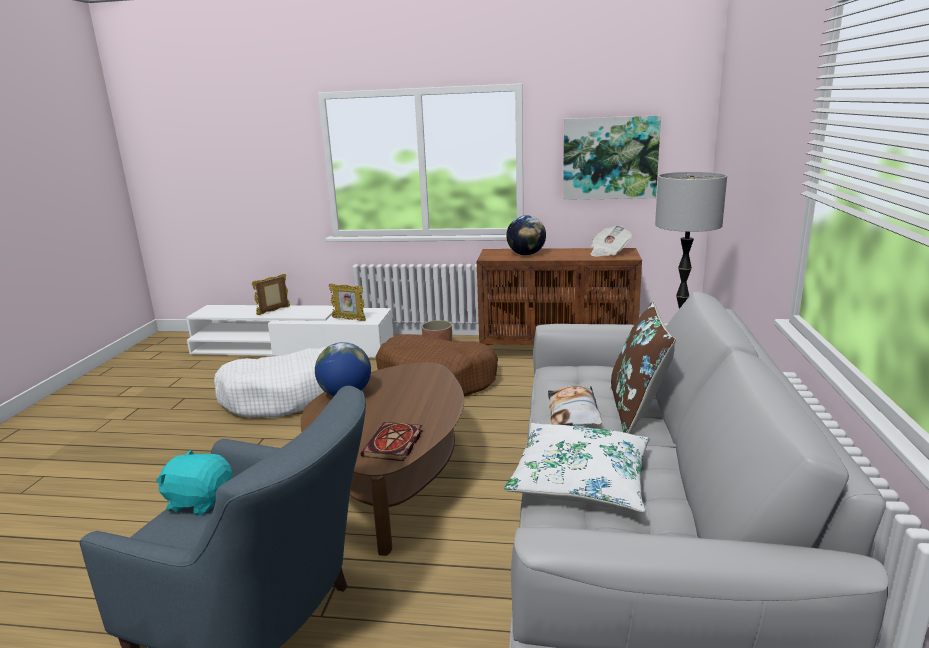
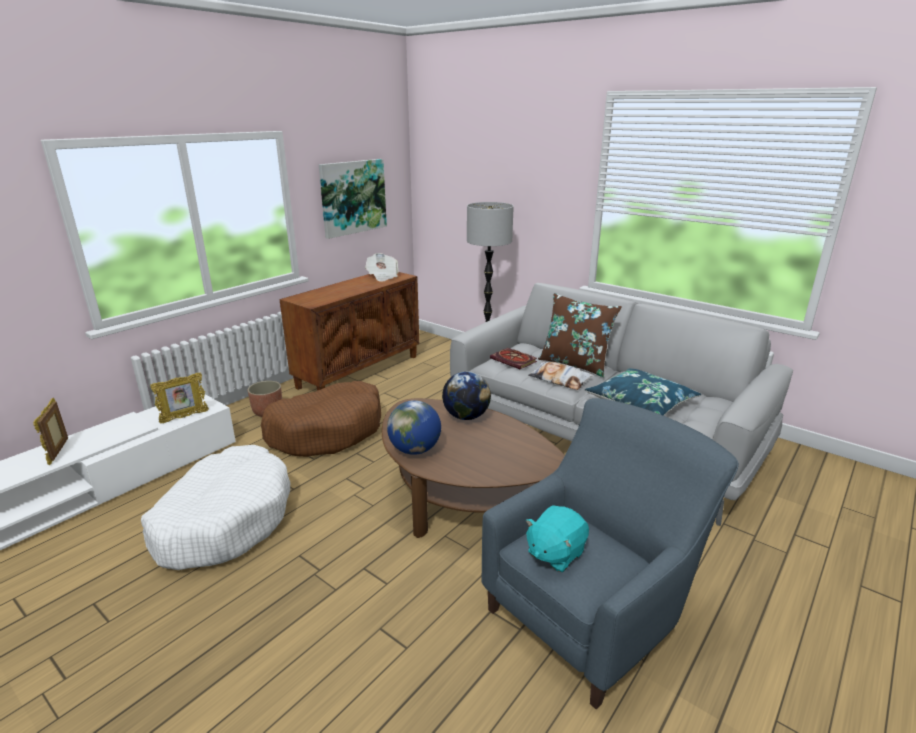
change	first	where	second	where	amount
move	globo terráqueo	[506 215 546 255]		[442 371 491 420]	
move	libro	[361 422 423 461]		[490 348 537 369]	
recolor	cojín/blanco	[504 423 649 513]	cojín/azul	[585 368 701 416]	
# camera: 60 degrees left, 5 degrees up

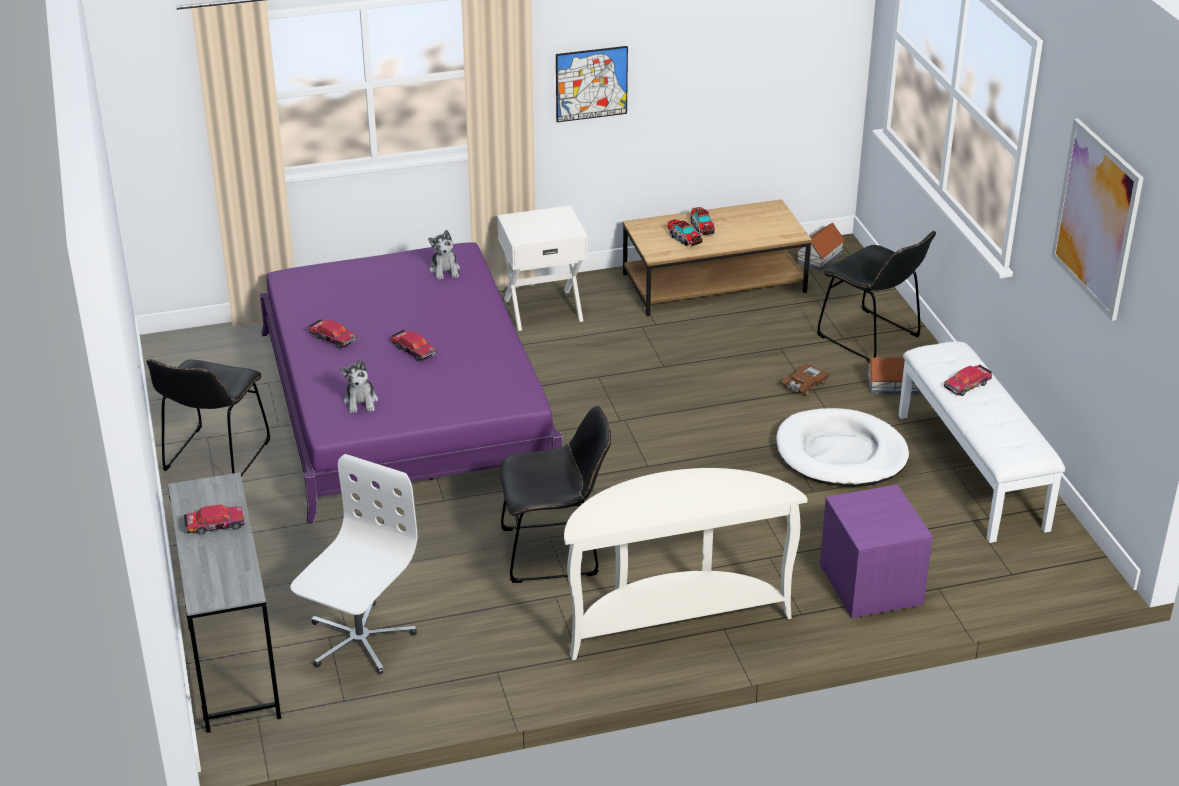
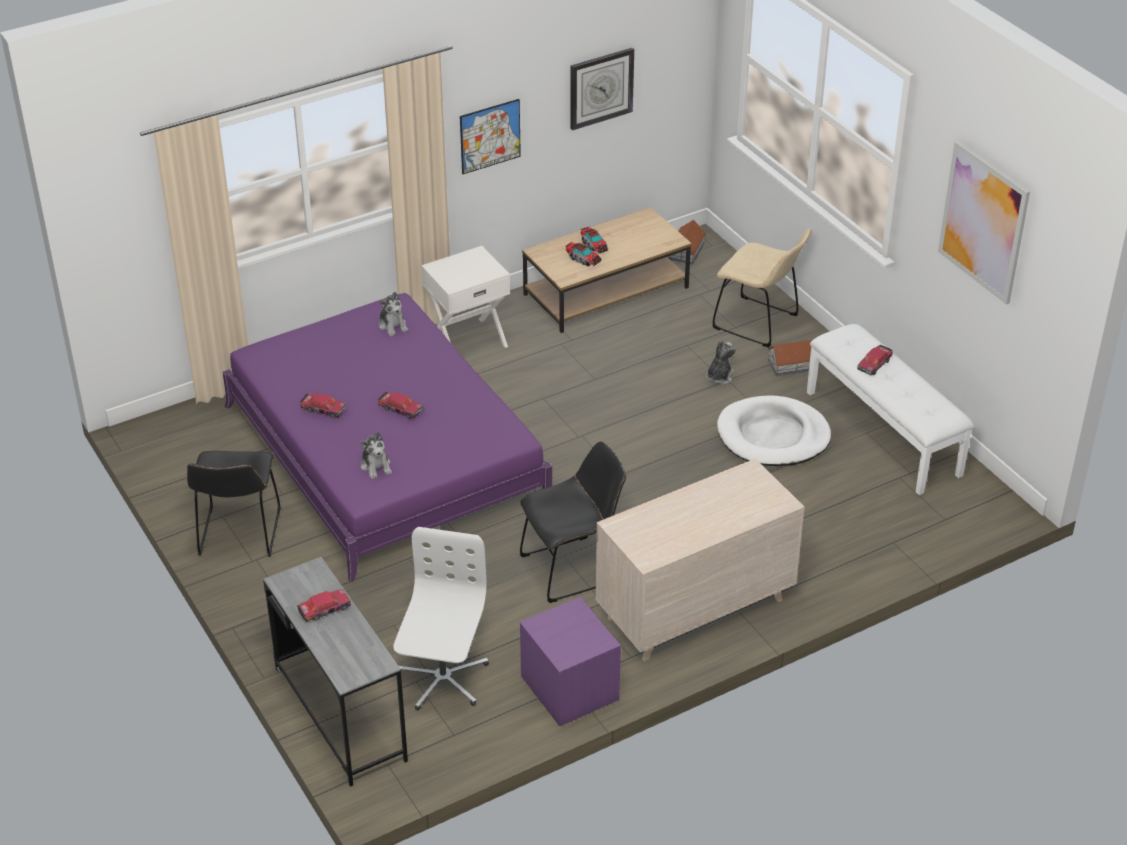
change	first	where	second	where	amount
move	mesita de noche/morado	[820 484 933 618]		[520 597 621 726]	
insert			reloj de pared	[570 48 634 130]	
replace	mesa consola/blanco	[564 468 808 660]	cómoda/beis	[596 458 805 661]	
replace	coche de juguete/marrón	[781 363 829 396]	peluche	[706 340 736 385]	
recolor	silla/negro	[817 231 936 362]	silla/beis	[712 228 812 347]	
# camera: 15 degrees left, 5 degrees up

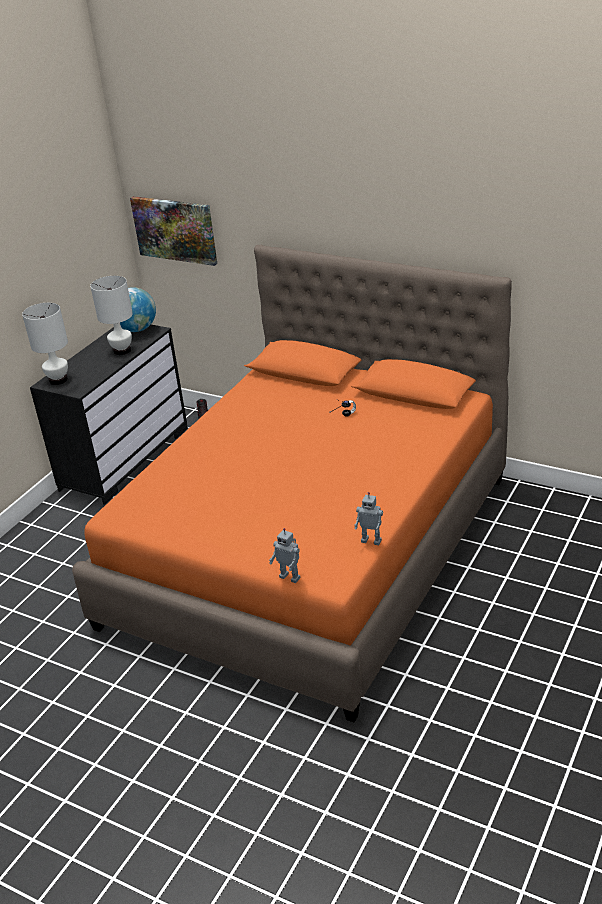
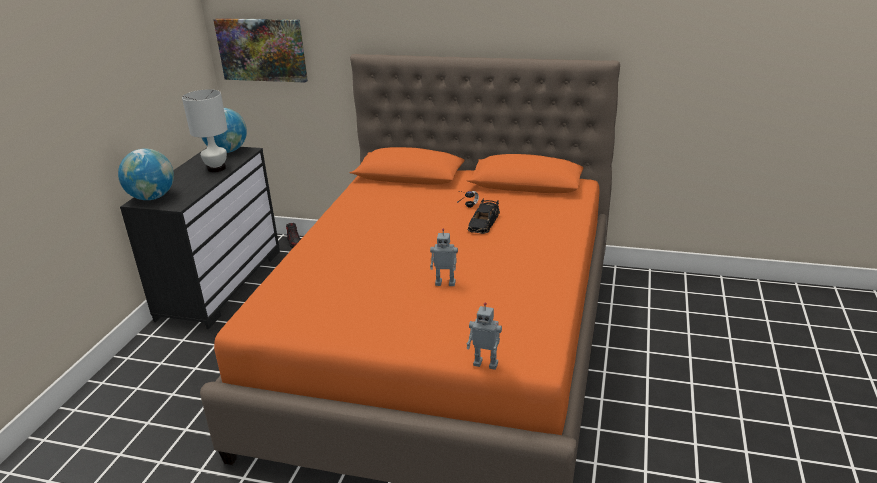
change	first	where	second	where	amount
replace	lámpara de mesa/blanco	[22 303 68 385]	globo terráqueo	[118 149 174 200]	
move	robot de juguete	[354 492 383 545]		[430 228 458 286]	
insert			coche de juguete/negro	[467 198 500 234]	
# camera: 15 degrees left, 5 degrees down

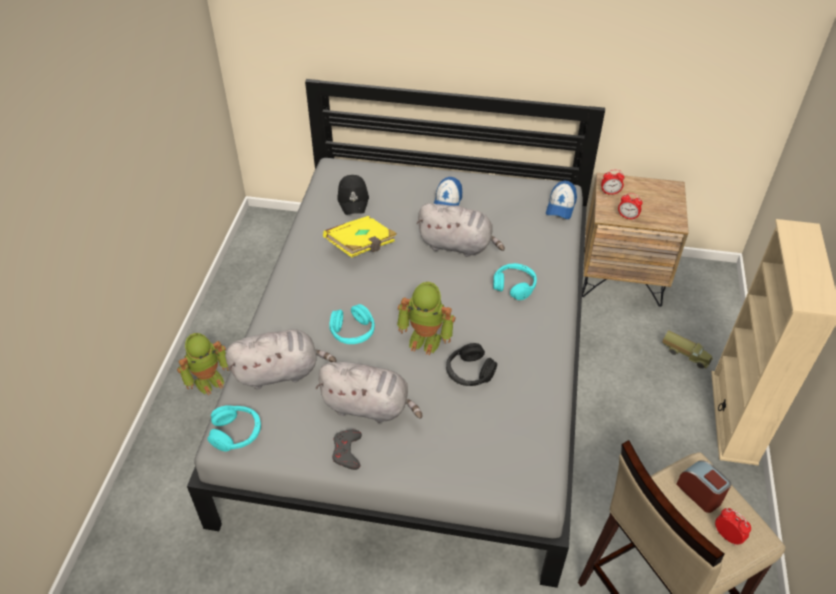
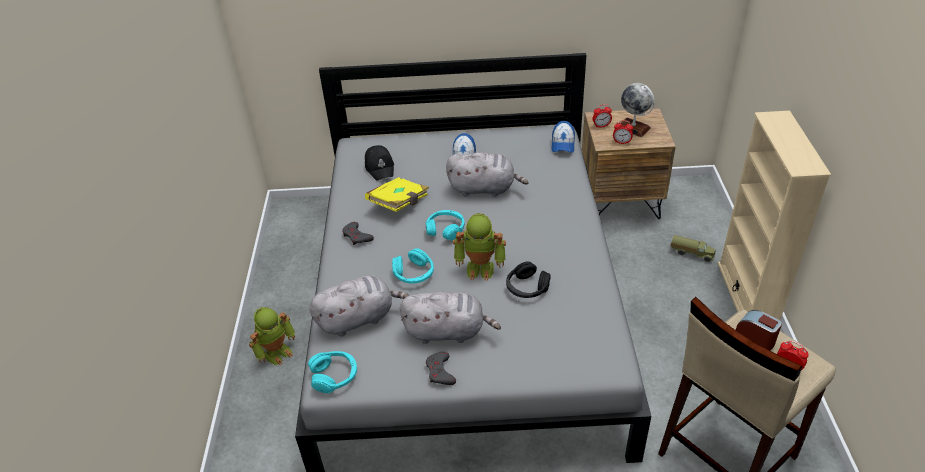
change	first	where	second	where	amount
insert			mando de consola/gris	[342 222 374 245]	
move	auriculares/turquesa	[493 263 537 300]		[426 210 464 240]	
insert			globo terráqueo	[621 83 655 137]	
# camera: 10 degrees left, 5 degrees down

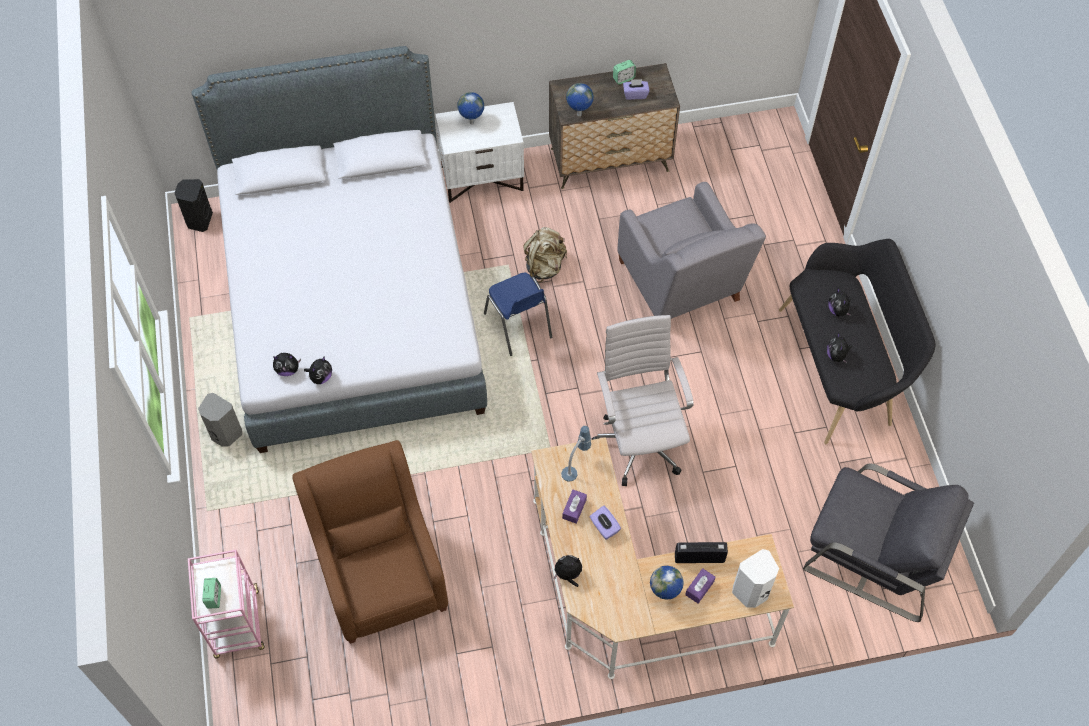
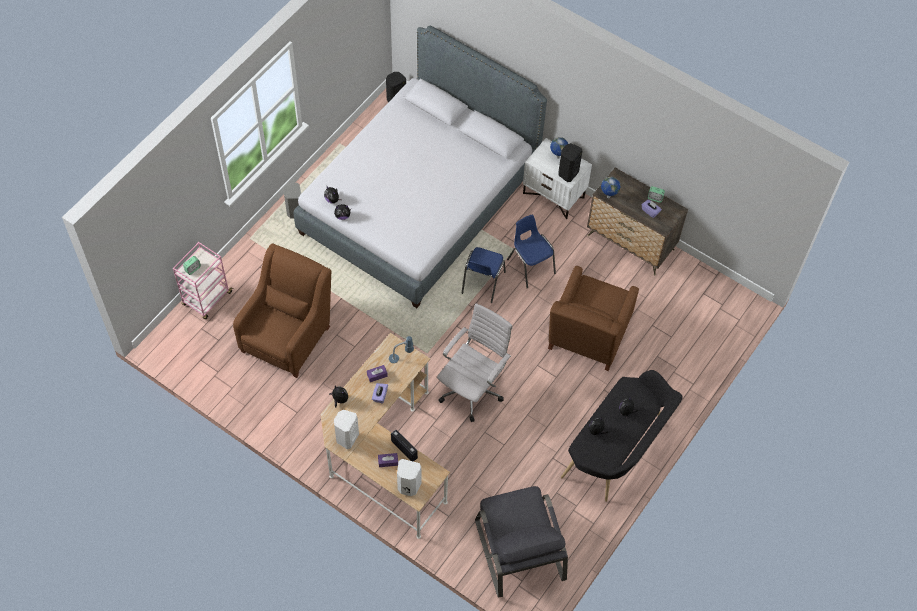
change	first	where	second	where	amount
insert			altavoz/blanco	[334 410 359 449]	
replace	mochila/beis	[523 227 567 282]	silla/azul	[507 215 556 288]	
recolor	sillón/gris	[617 182 766 319]	sillón/marrón	[548 266 639 371]	
insert			altavoz/negro	[559 143 582 182]	
delete	globo terráqueo	[650 566 684 600]			
# camera: 45 degrees right, 0 degrees up

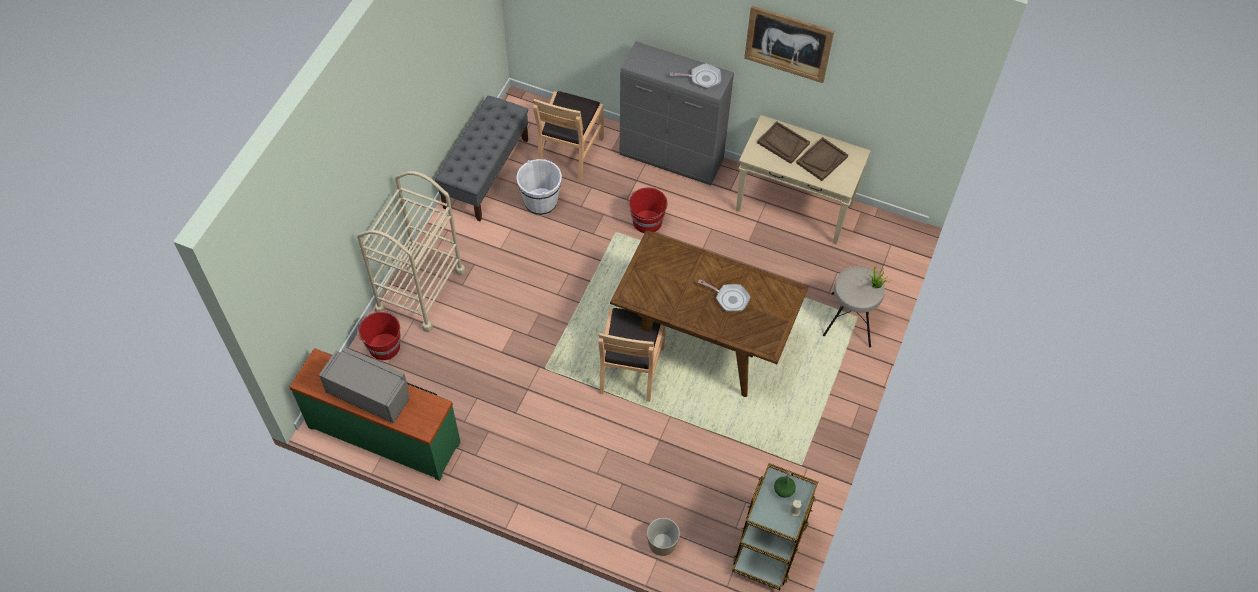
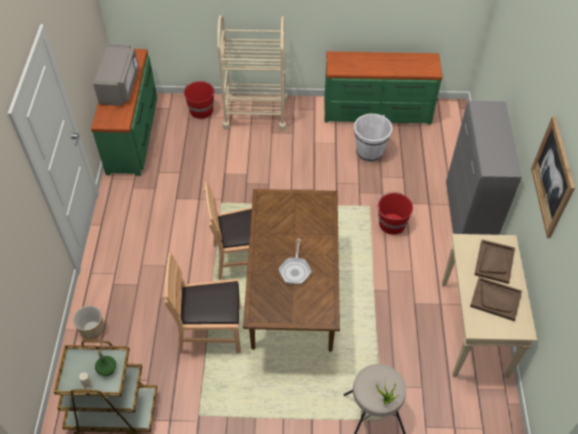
change	first	where	second	where	amount
move	silla/marrón	[533 91 604 181]		[165 252 241 353]	
replace	banco/gris	[435 96 528 221]	cómoda/verde	[324 51 442 124]	
delete	sartén	[670 63 721 89]			
# camera: 70 degrees right, 5 degrees down

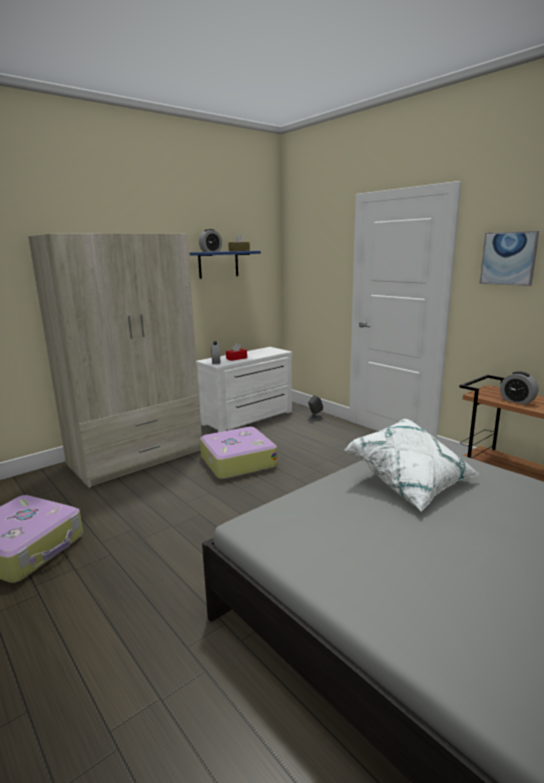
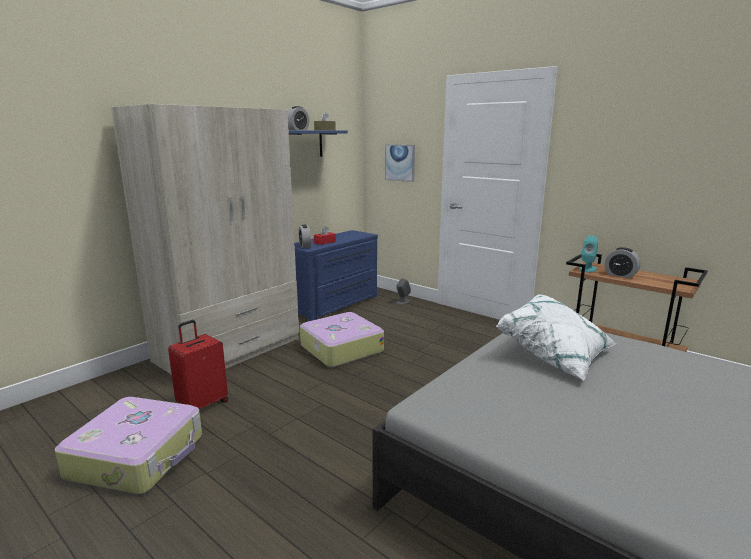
change	first	where	second	where	amount
insert			maleta/rojo	[168 320 228 412]	
recolor	cómoda/blanco	[196 347 292 432]	cómoda/azul	[294 230 378 321]	
move	cuadro	[480 231 539 286]		[385 144 415 182]	
insert			altavoz/turquesa	[579 236 598 272]	
# camera: 10 degrees left, 0 degrees up

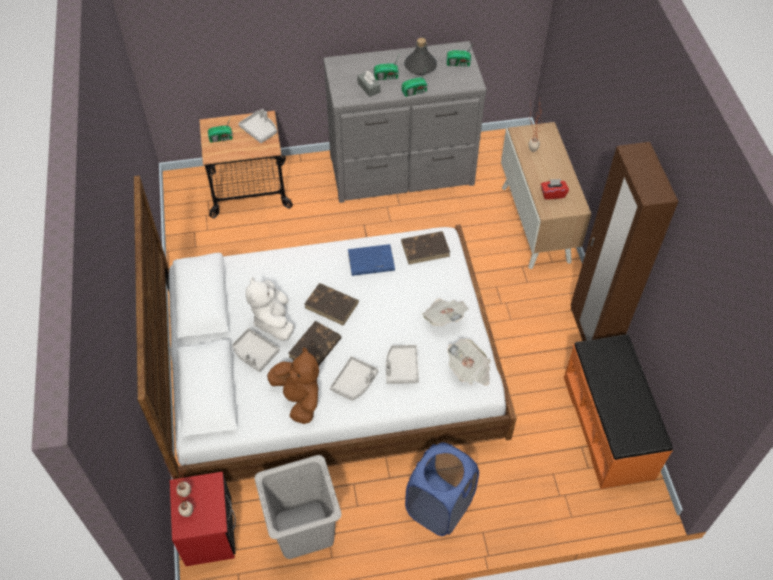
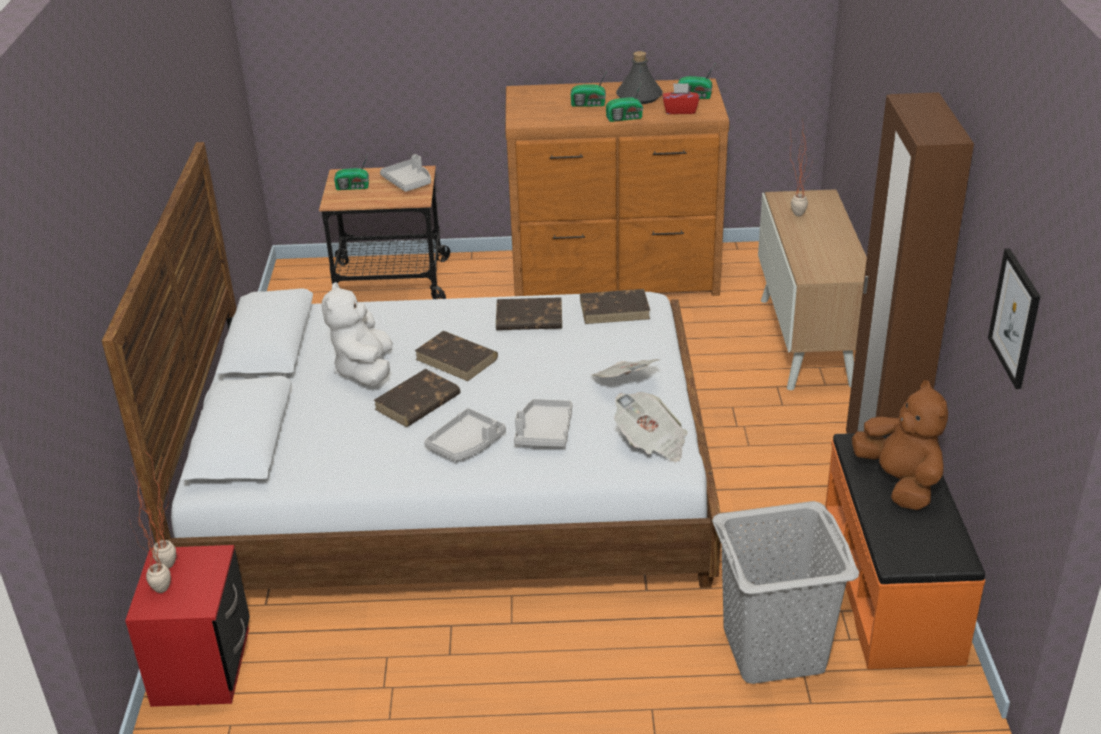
change	first	where	second	where	amount
recolor	libro/azul	[348 244 395 276]	libro/marrón	[496 297 562 330]	
recolor	cómoda/gris	[323 41 487 203]	cómoda/marrón	[505 78 730 296]	
move	caja de pañuelos/rojo	[541 179 569 200]		[663 83 700 114]	
move	cesto de la ropa/gris	[254 455 342 559]		[712 501 859 684]	
move	peluche/marrón	[267 347 319 424]		[852 380 948 510]	
insert			cuadro	[988 248 1040 389]	
delete	bandeja/gris	[232 328 280 372]			
delete	caja de pañuelos/gris	[357 71 380 97]			
delete	cesto de la ropa/azul	[405 442 479 536]			
# camera: 10 degrees right, 20 degrees down

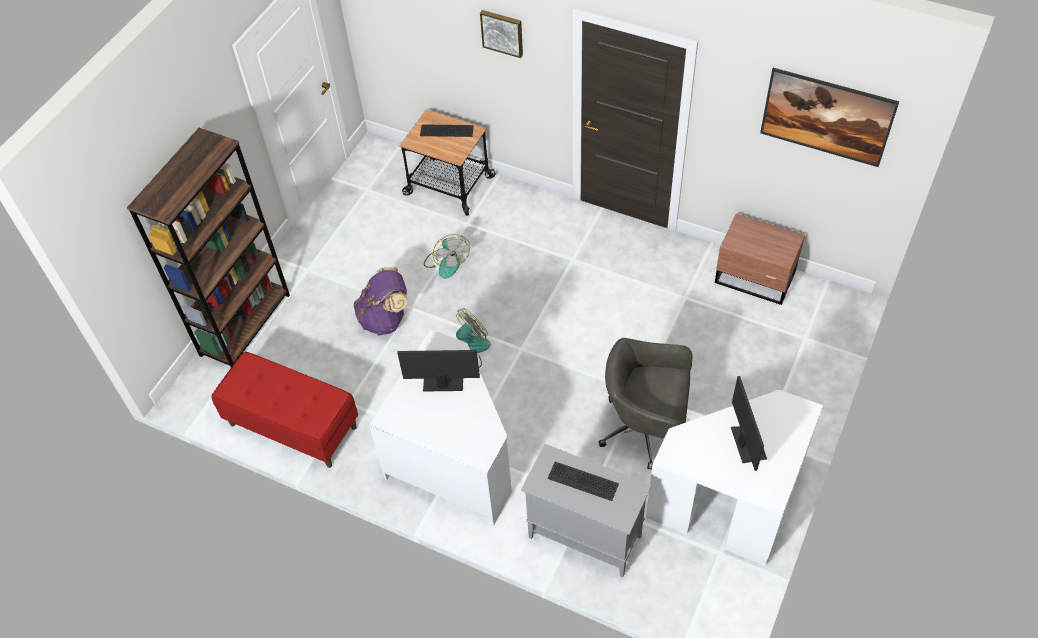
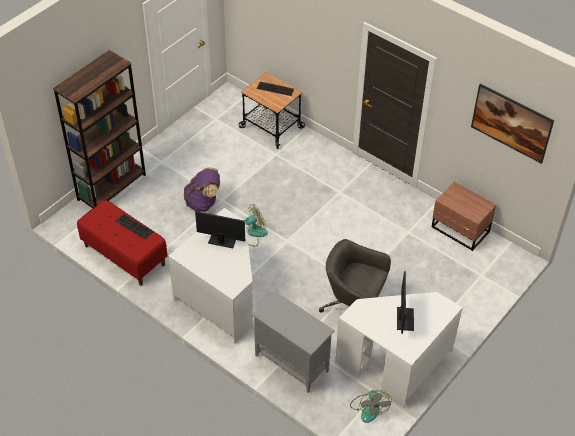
change	first	where	second	where	amount
move	teclado	[547 462 619 501]		[116 214 153 240]	
move	ventilador	[424 234 470 279]		[350 390 392 423]	
delete	cuadro	[480 10 523 58]			
# camera: 10 degrees right, 5 degrees down

